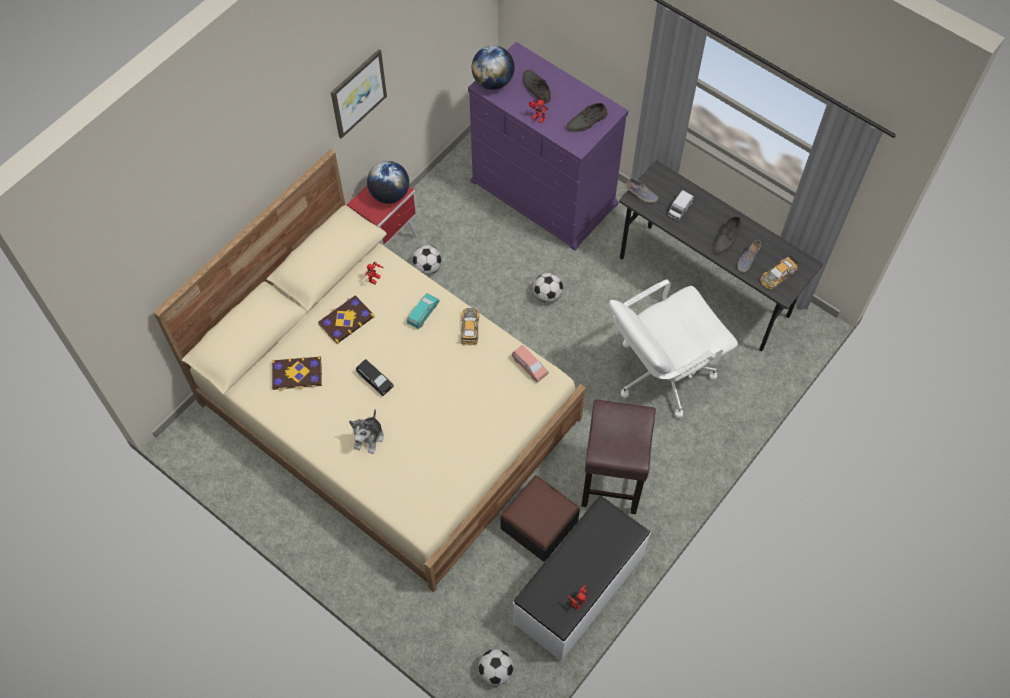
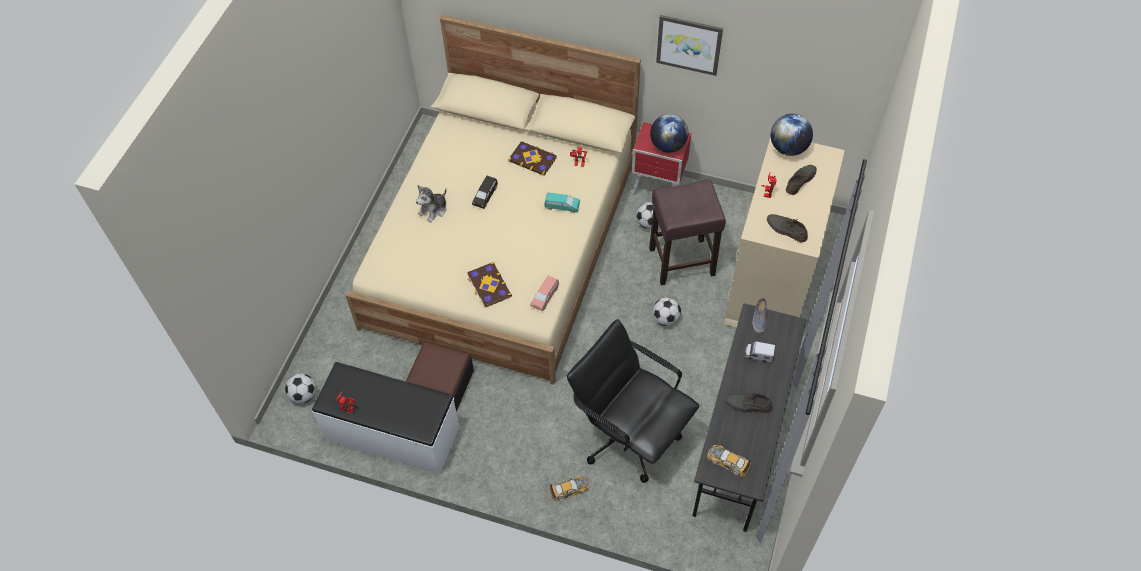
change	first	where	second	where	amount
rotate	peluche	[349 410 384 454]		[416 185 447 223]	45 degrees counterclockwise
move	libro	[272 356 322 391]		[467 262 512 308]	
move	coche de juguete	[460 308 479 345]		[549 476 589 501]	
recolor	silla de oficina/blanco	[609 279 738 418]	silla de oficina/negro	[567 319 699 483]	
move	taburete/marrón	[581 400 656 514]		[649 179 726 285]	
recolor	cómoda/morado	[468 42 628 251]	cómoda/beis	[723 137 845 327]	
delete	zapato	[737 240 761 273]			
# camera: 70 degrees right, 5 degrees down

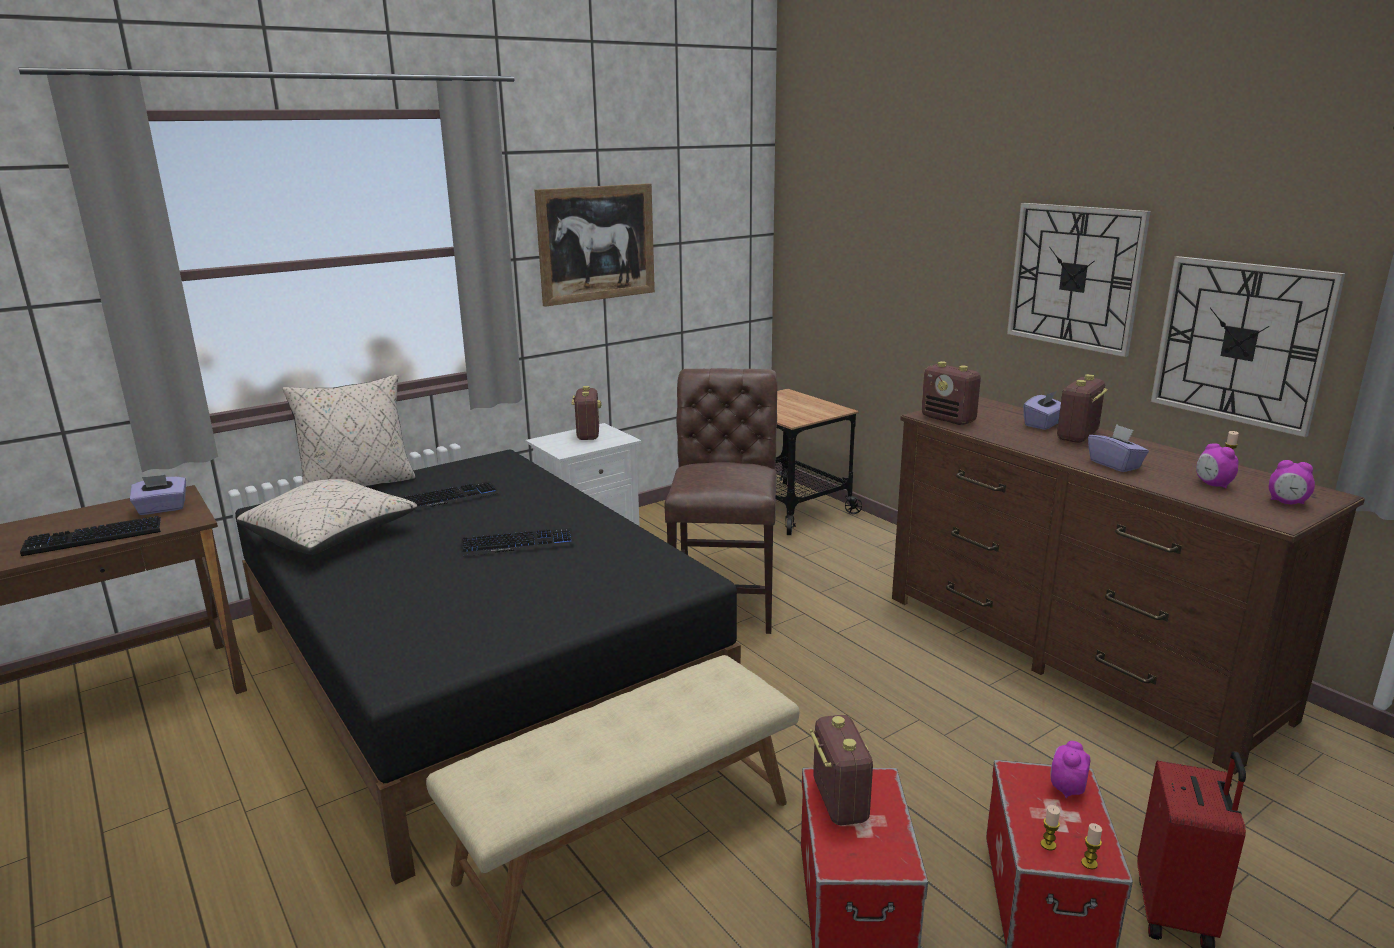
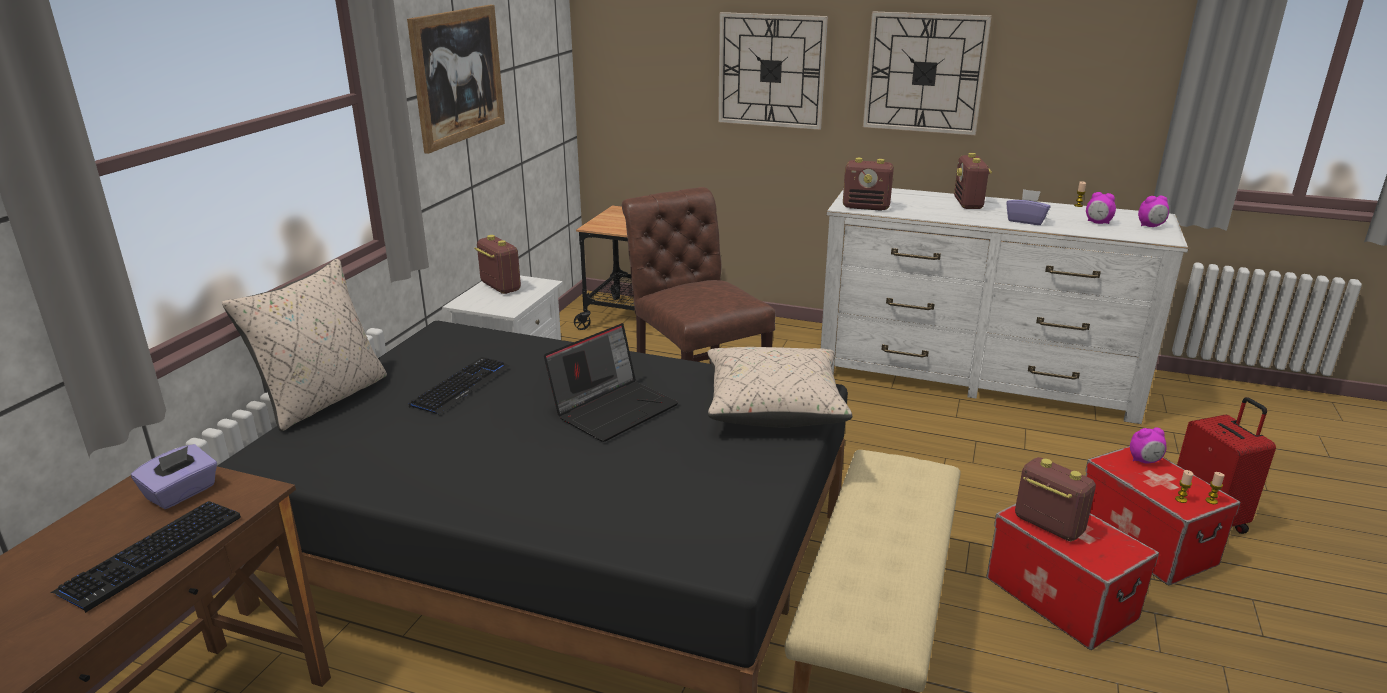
change	first	where	second	where	amount
replace	teclado	[461 528 575 557]	portátil	[544 323 678 442]	
move	cojín/beis	[237 479 417 555]		[707 347 852 428]	
move	reloj de pared	[1151 256 1346 437]		[718 12 828 130]	
recolor	cómoda/marrón	[892 396 1365 774]	cómoda/blanco	[821 188 1189 424]	
rotate	despertador	[1050 741 1090 798]		[1130 427 1166 464]	90 degrees counterclockwise
delete	caja de pañuelos/morado	[1023 391 1061 430]			
# camera: 35 degrees left, 5 degrees up

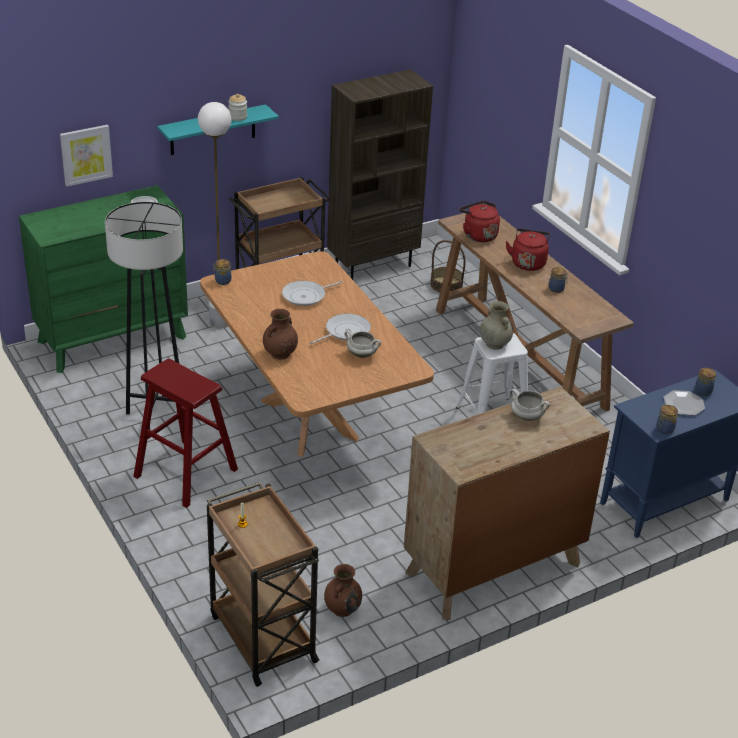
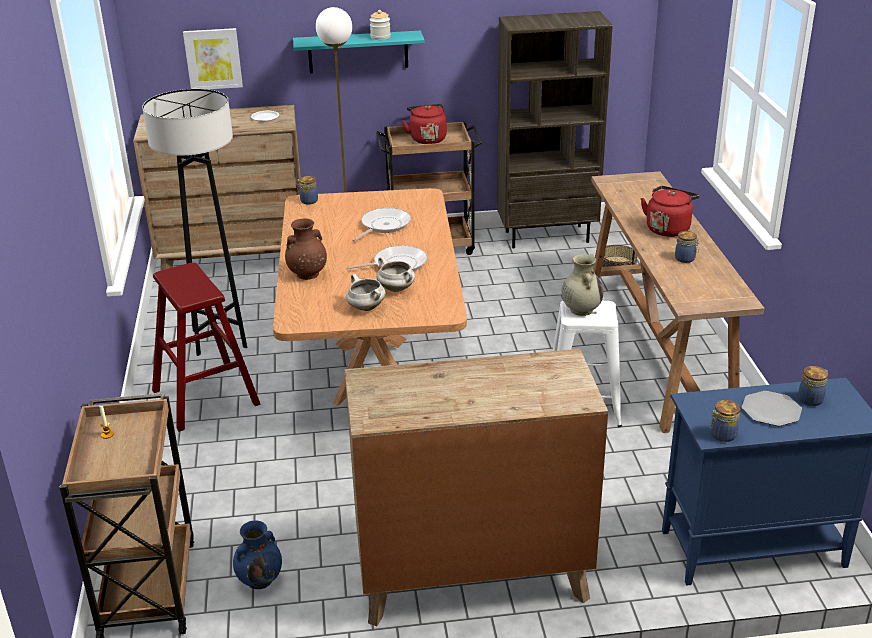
change	first	where	second	where	amount
recolor	cómoda/verde	[19 185 188 373]	cómoda/marrón	[133 105 301 270]	
recolor	florero/marrón	[324 564 362 617]	florero/azul	[233 520 282 589]	
move	olla/blanco	[510 389 550 421]		[346 274 386 311]	
rotate	sartén	[282 281 343 306]		[352 208 411 242]	135 degrees clockwise
move	hervidor/rojo	[460 201 500 242]		[402 104 447 144]	
# camera: 25 degrees right, 5 degrees down

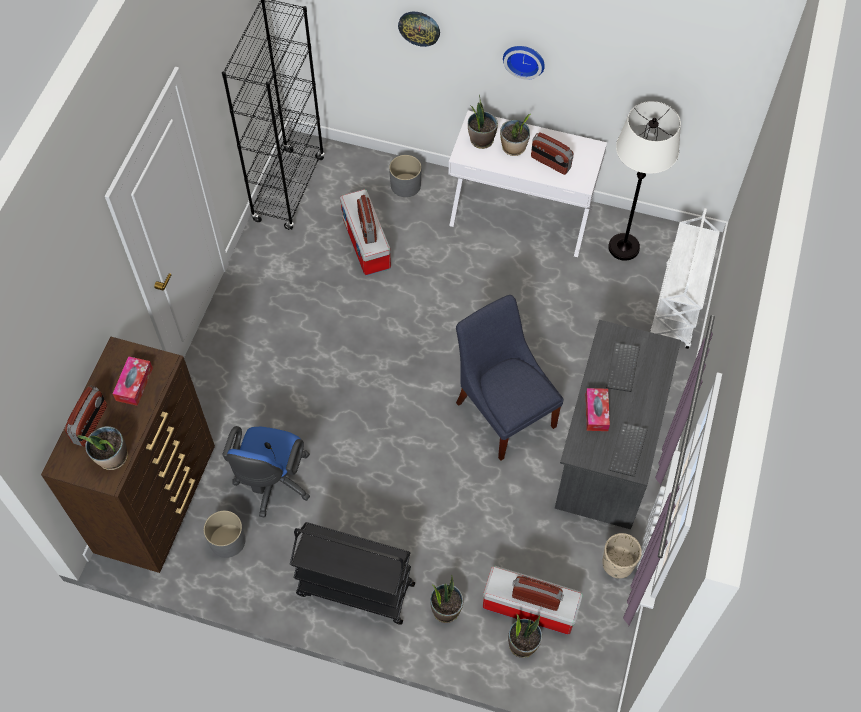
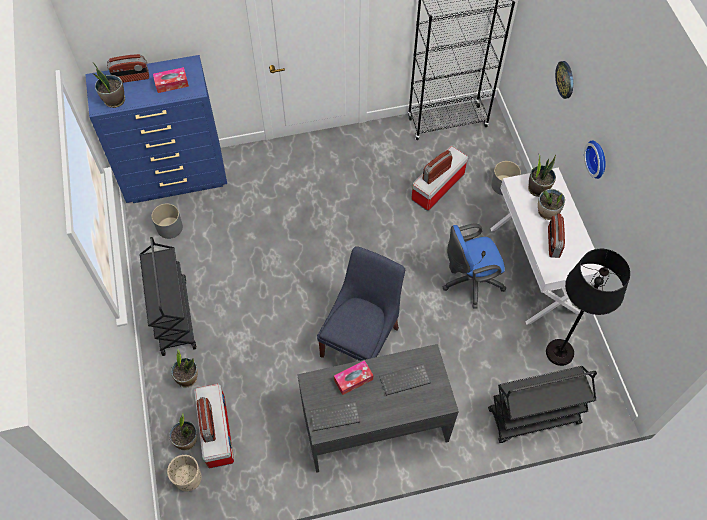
change	first	where	second	where	amount
recolor	cómoda/marrón	[41 337 215 573]	cómoda/azul	[85 55 227 203]	
move	maceta/beis	[602 533 642 578]		[167 455 202 492]	
move	silla de oficina/azul	[222 426 310 518]		[442 224 506 309]	
recolor	carrito/blanco	[650 208 720 349]	carrito/negro	[488 366 597 443]	
recolor	lámpara de pie/blanco	[608 101 681 261]	lámpara de pie/negro	[546 249 630 366]	
# camera: 60 degrees right, 0 degrees up

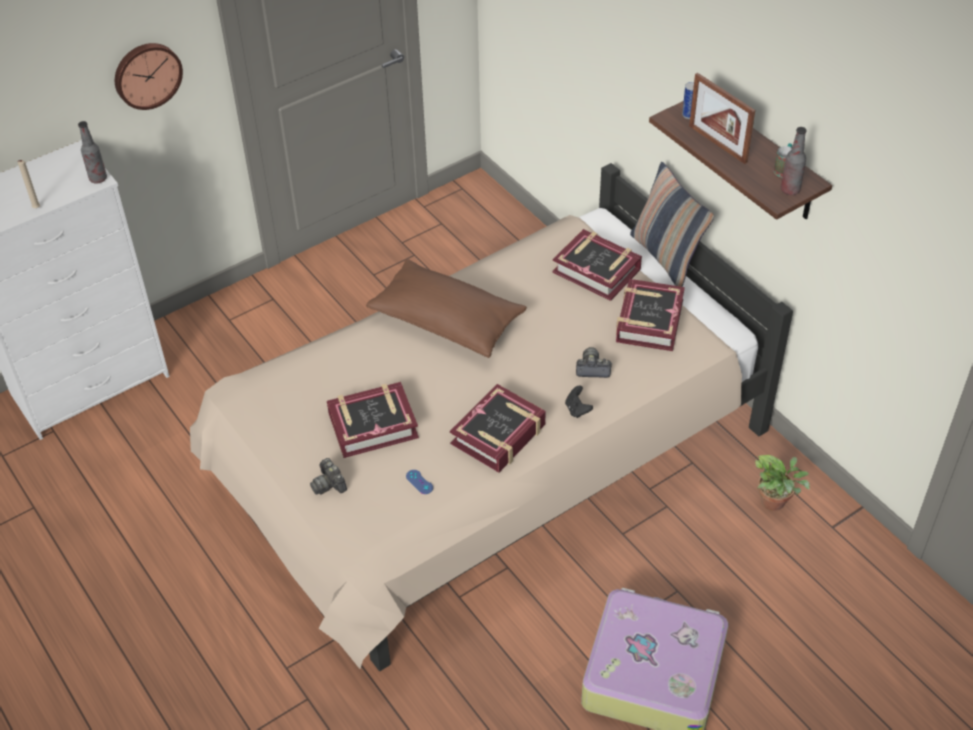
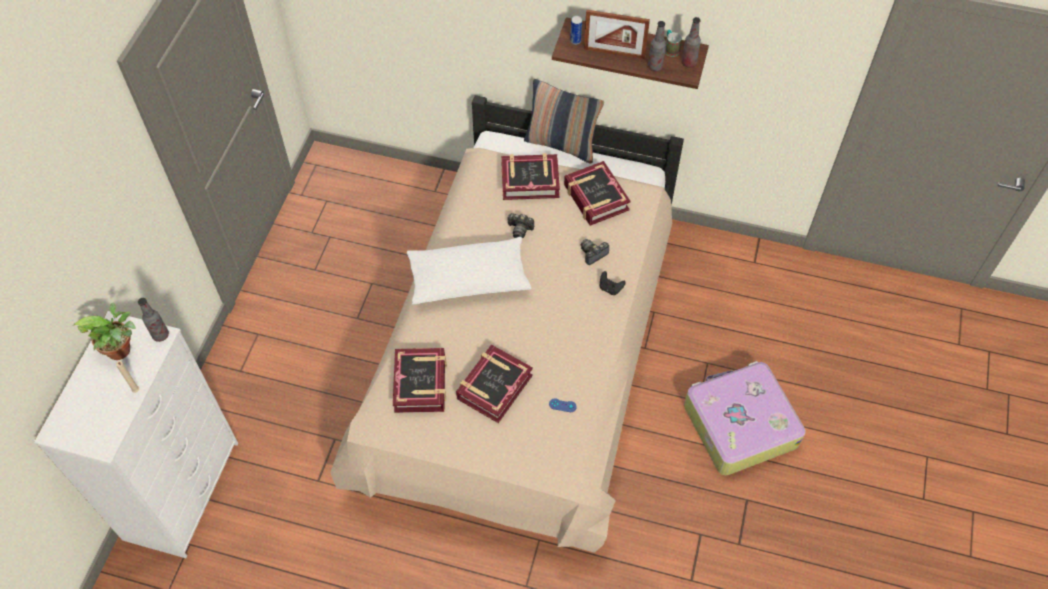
change	first	where	second	where	amount
move	planta en maceta	[755 455 810 511]		[74 303 136 360]	
move	libro	[450 384 546 473]		[393 348 447 413]	
recolor	cojín/marrón	[366 259 527 358]	cojín/blanco	[407 237 531 304]	
move	cámara	[310 458 347 495]		[507 213 534 238]	
insert			botella	[648 21 666 71]	
delete	reloj de pared	[115 43 183 110]			
# camera: 40 degrees left, 10 degrees up

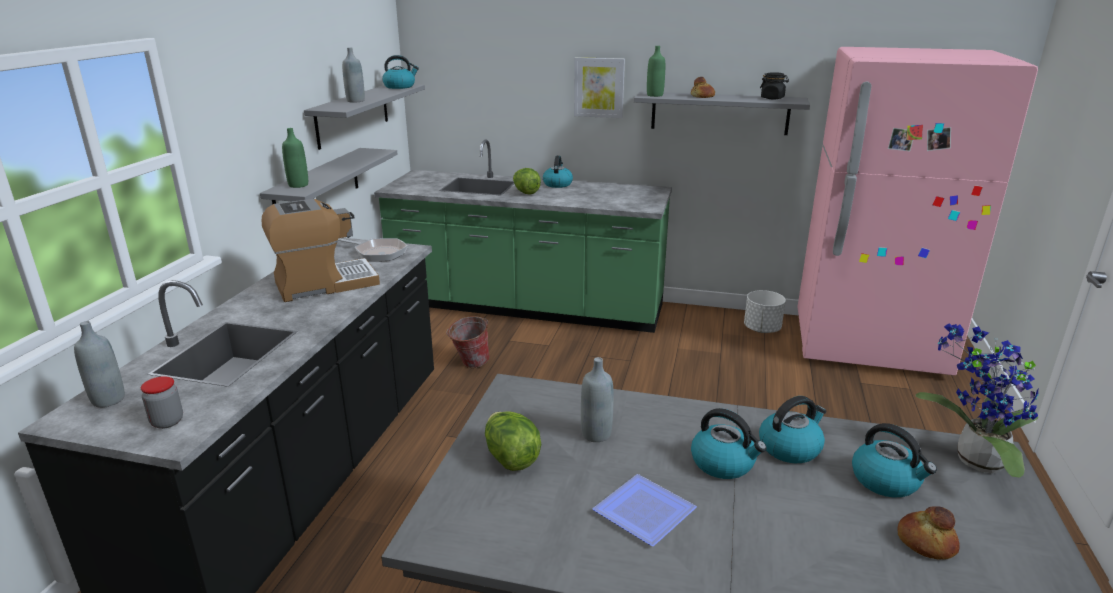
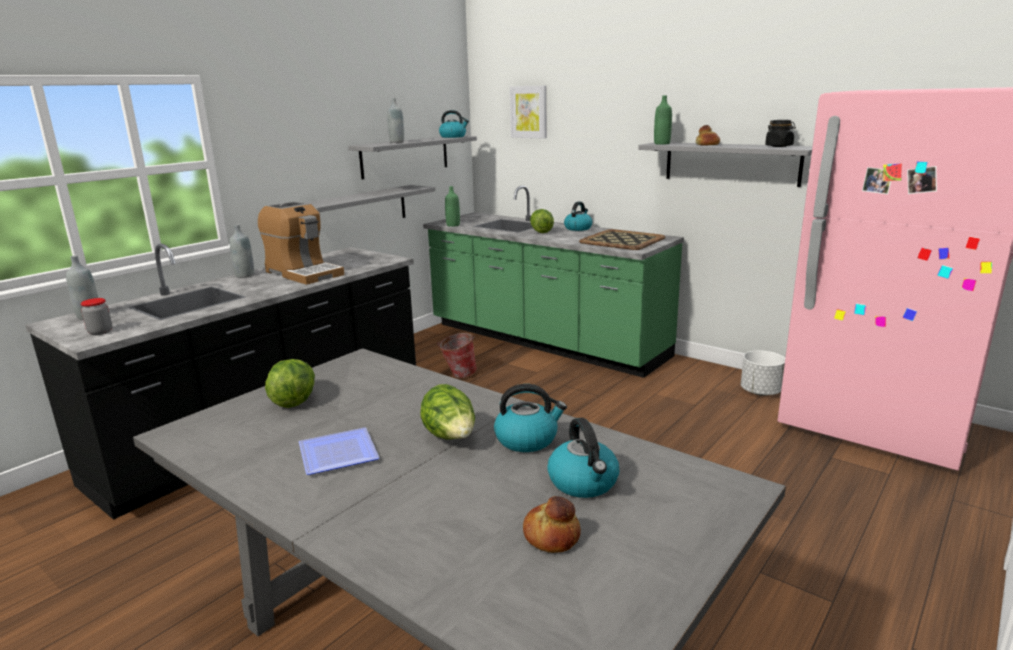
change	first	where	second	where	amount
move	botella/gris	[581 357 614 442]		[230 224 254 278]	
rotate	cafetera	[262 199 380 302]		[258 202 344 285]	45 degrees clockwise
replace	hervidor	[691 408 767 479]	lechuga	[420 384 475 439]	
move	botella/verde	[282 128 308 188]		[445 186 460 227]	
move	cuadro	[574 57 625 118]		[510 85 547 139]	
insert			bandeja	[579 229 665 250]	
delete	sartén	[338 238 408 262]			
delete	planta en maceta	[916 323 1039 477]			
# camera: 25 degrees right, 5 degrees down

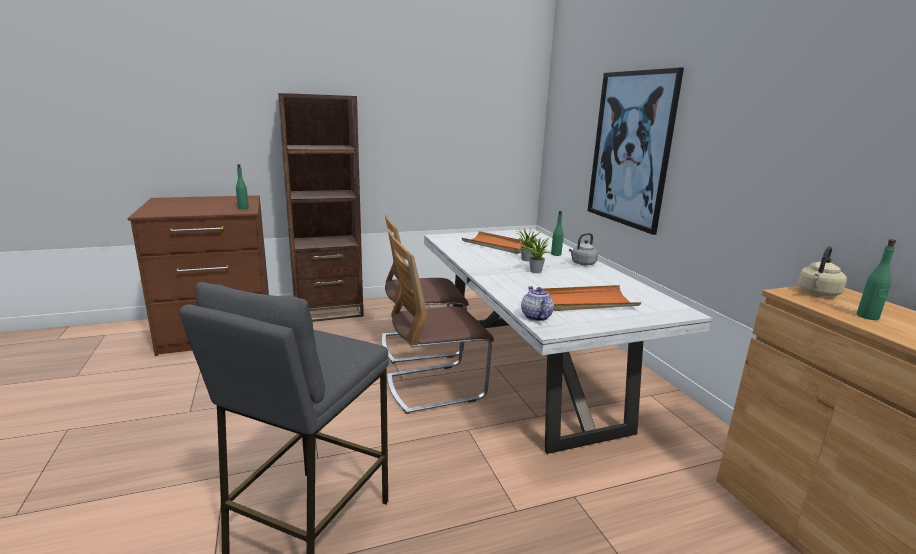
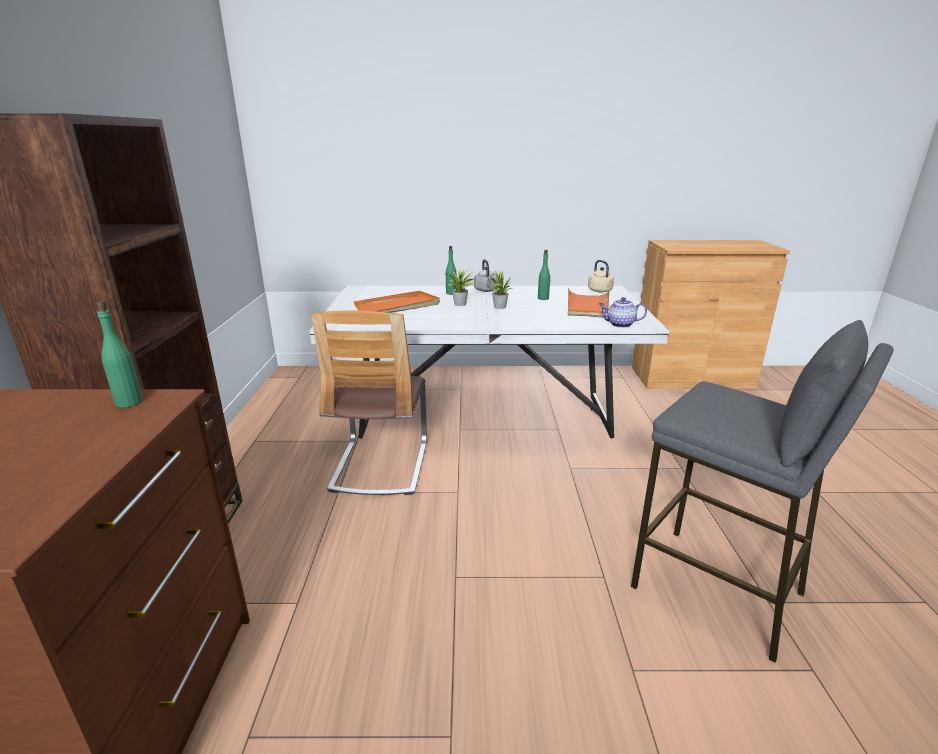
change	first	where	second	where	amount
move	botella/verde	[857 239 896 320]		[538 250 550 300]	
move	hervidor/beis	[798 246 847 296]		[588 260 615 292]	
delete	silla	[387 236 494 414]			
delete	cuadro	[588 67 684 235]			
# camera: 70 degrees left, 5 degrees up

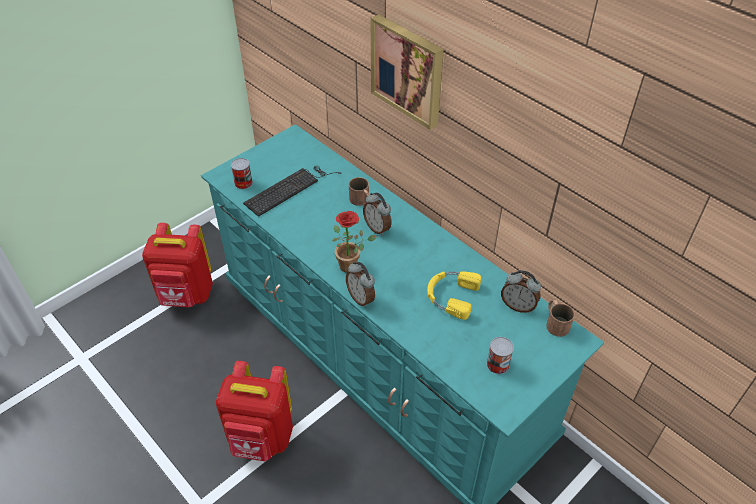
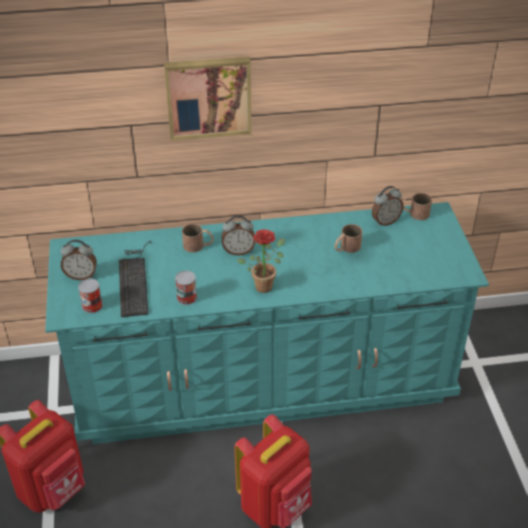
change	first	where	second	where	amount
move	despertador	[346 262 375 308]		[61 240 97 280]	
move	lata	[487 337 514 374]		[175 271 197 305]	
replace	auriculares/amarillo	[427 271 481 320]	taza grande/marrón	[334 224 362 253]	
# camera: 55 degrees left, 5 degrees down

